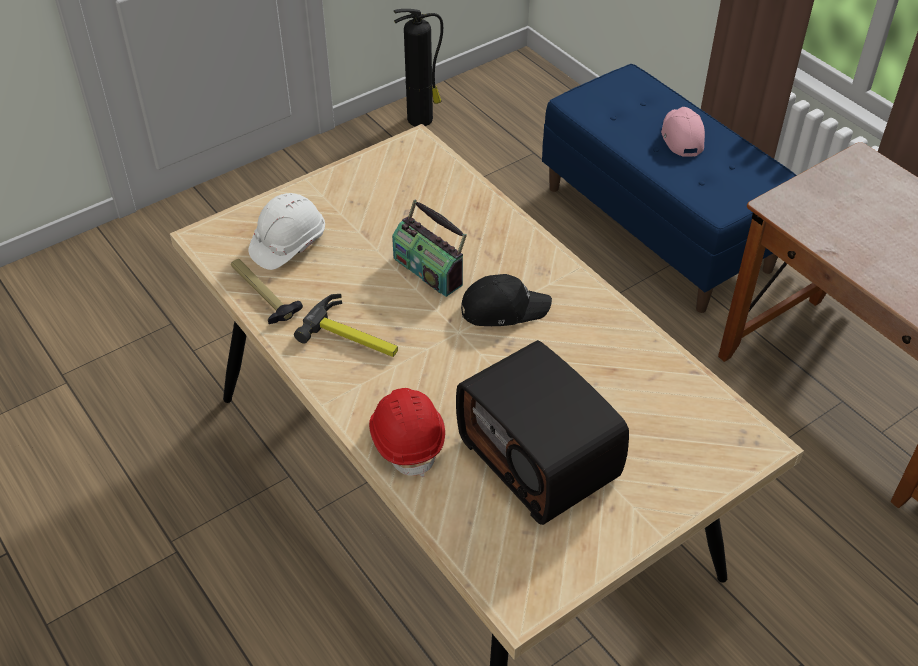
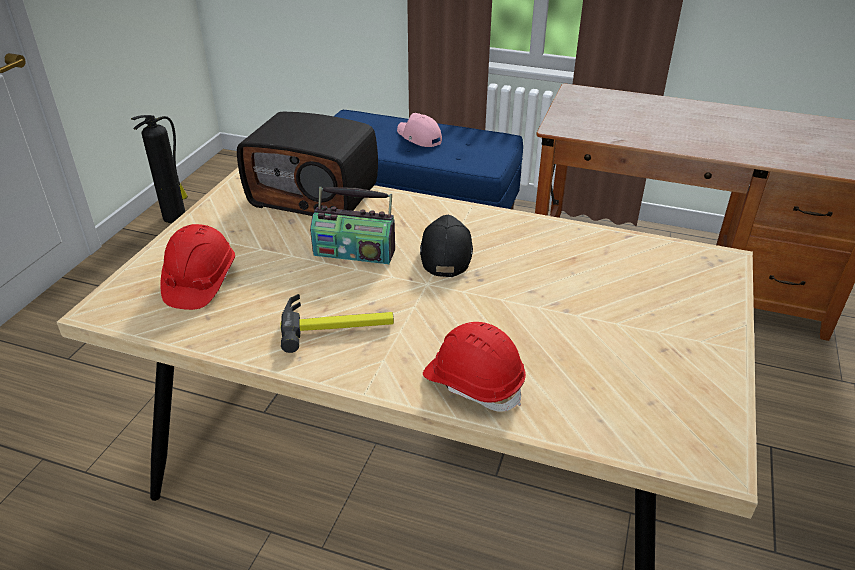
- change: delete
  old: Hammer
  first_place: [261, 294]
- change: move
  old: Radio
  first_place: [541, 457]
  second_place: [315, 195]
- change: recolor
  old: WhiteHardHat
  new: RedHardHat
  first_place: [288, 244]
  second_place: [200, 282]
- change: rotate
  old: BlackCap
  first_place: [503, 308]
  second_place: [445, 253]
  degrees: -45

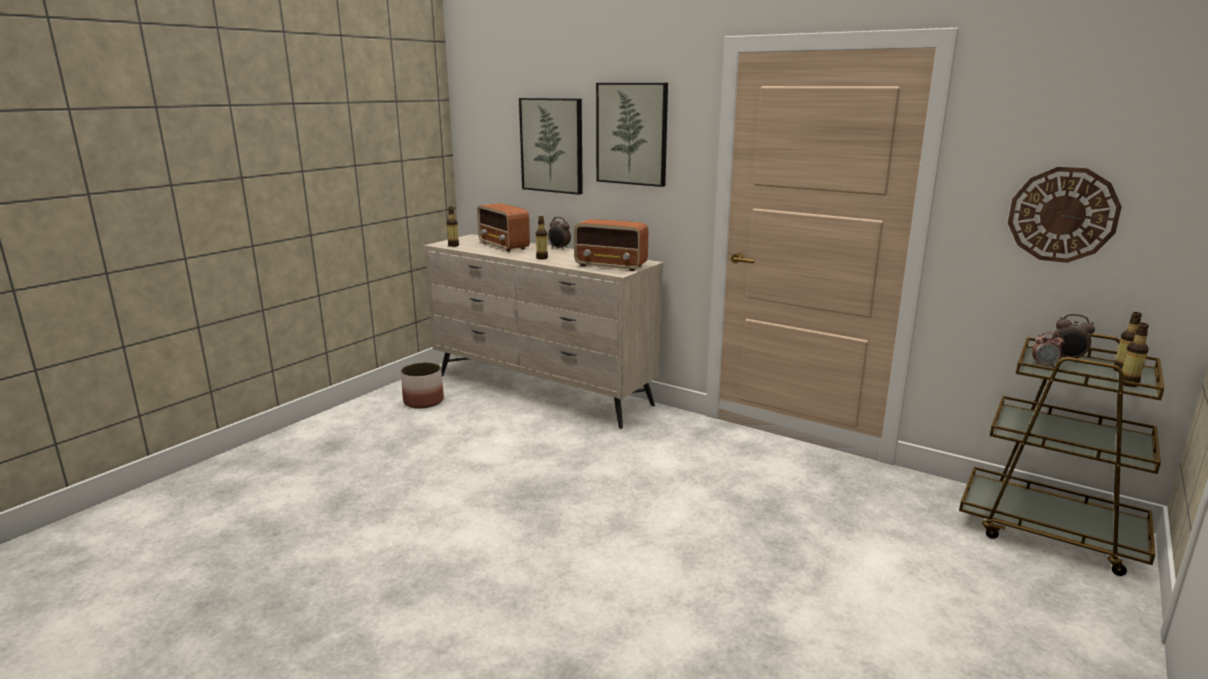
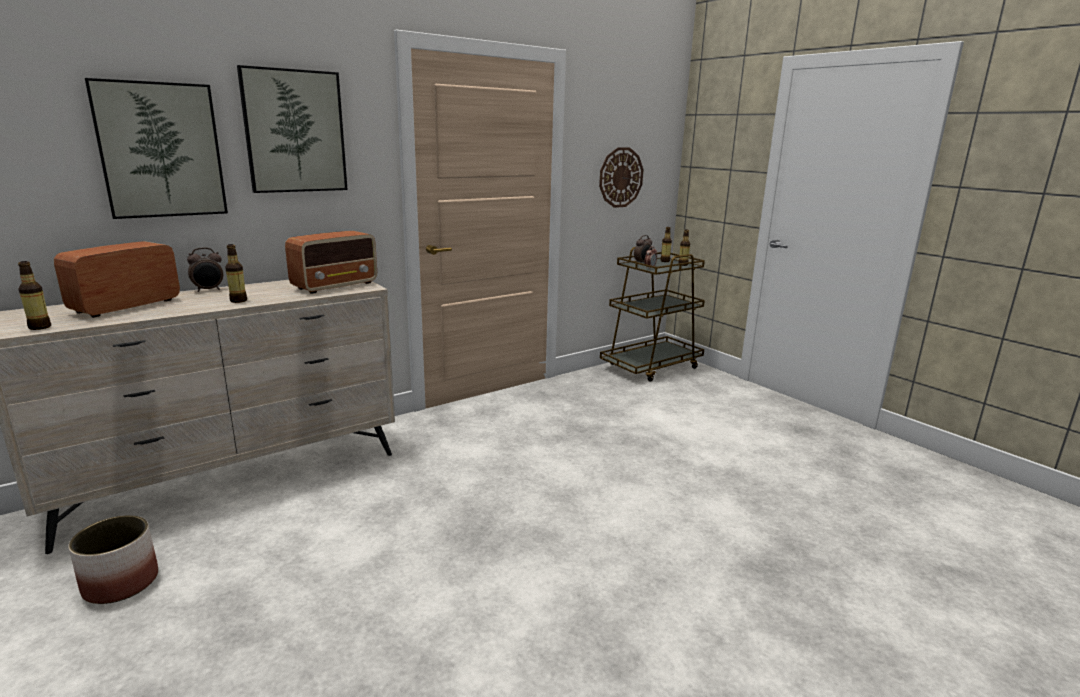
- change: rotate
  old: Radio
  first_place: [504, 246]
  second_place: [125, 306]
  degrees: 135

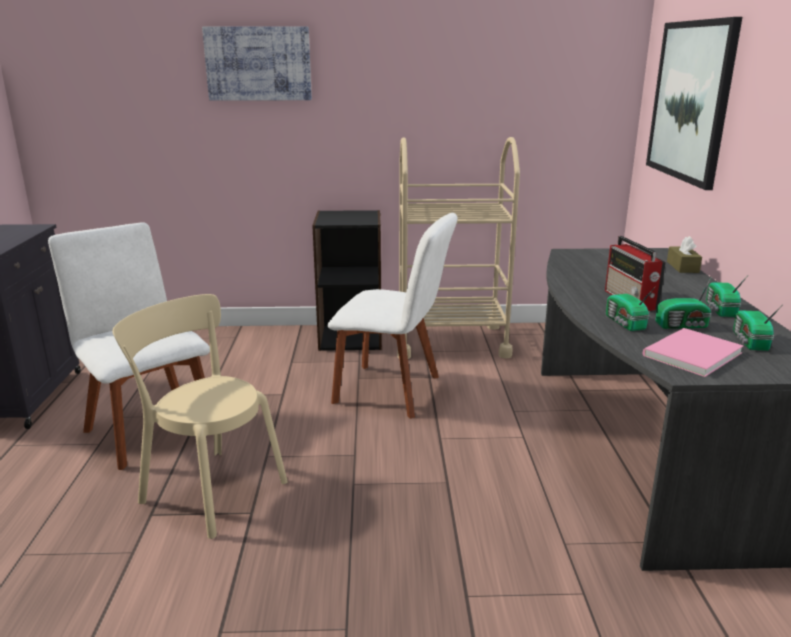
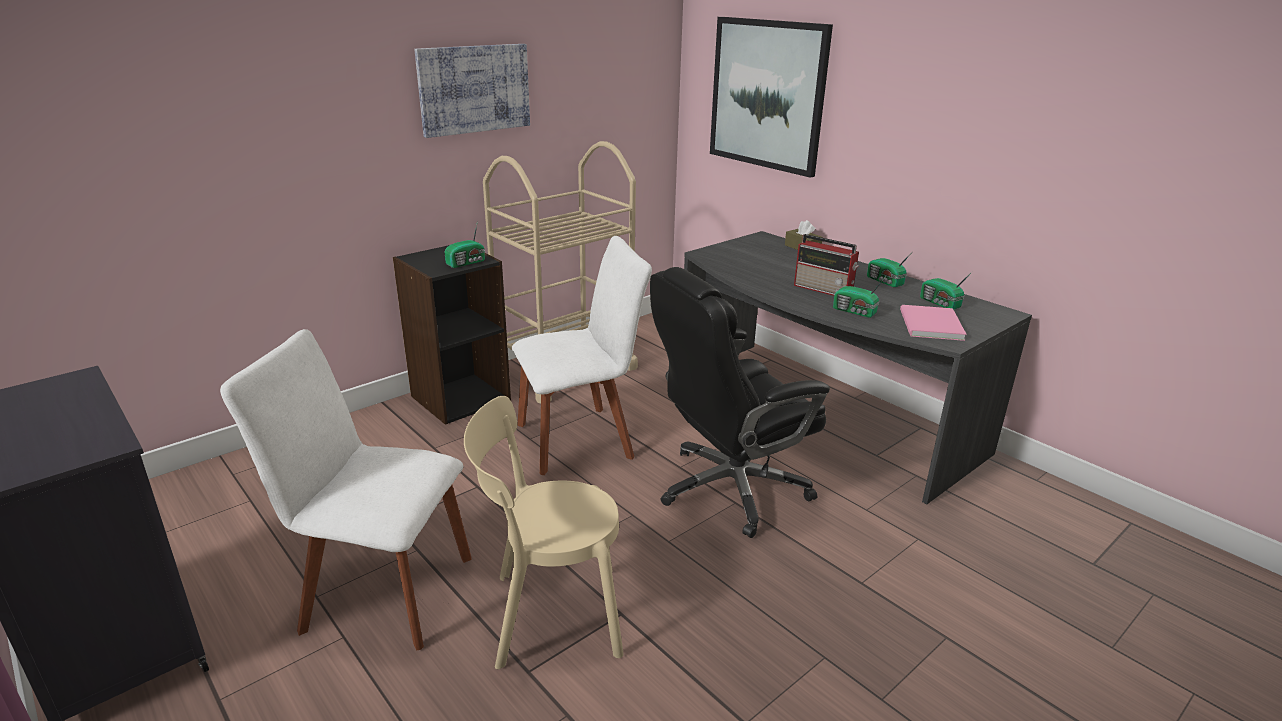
- change: insert
  new: BlackOfficeChair
  second_place: [730, 488]
- change: move
  old: Picture
  first_place: [258, 64]
  second_place: [474, 89]
- change: move
  old: Radio
  first_place: [683, 326]
  second_place: [467, 263]

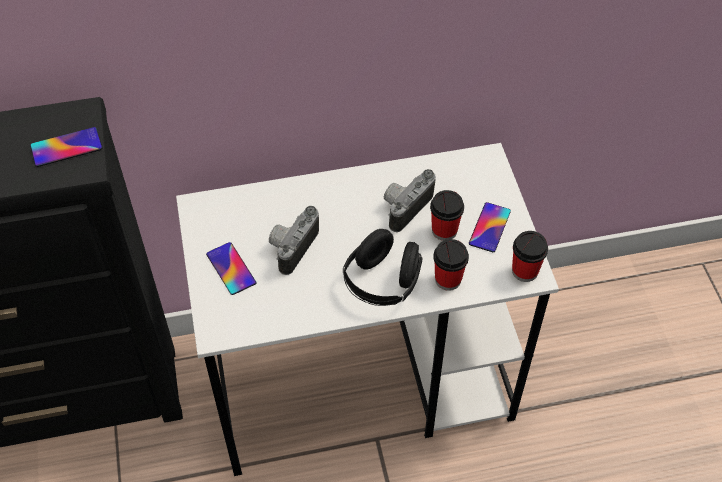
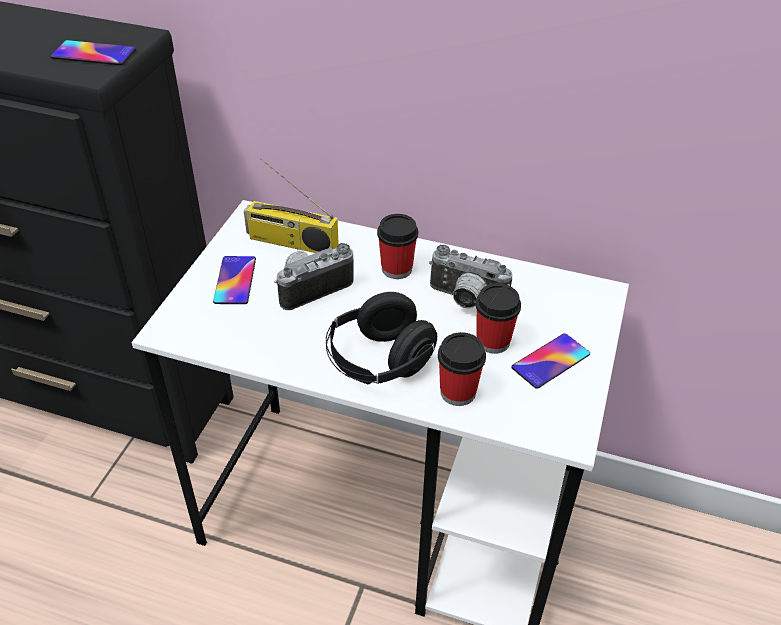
- change: insert
  new: Radio
  second_place: [291, 243]
- change: move
  old: Cup
  first_place: [525, 271]
  second_place: [396, 269]
- change: rotate
  old: PhotoCamera
  first_place: [404, 207]
  second_place: [465, 300]
  degrees: -135

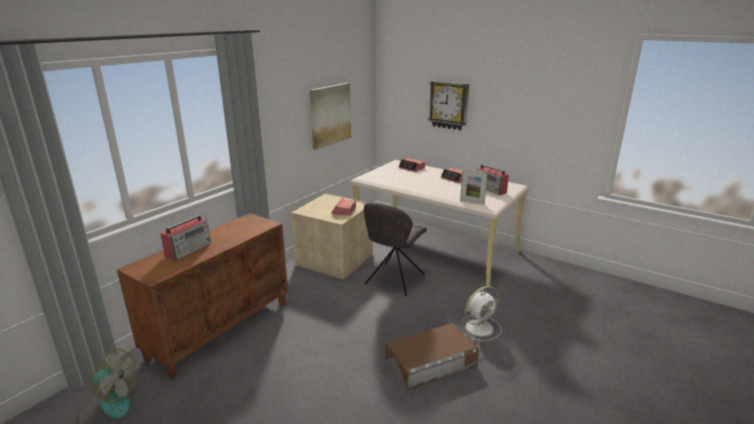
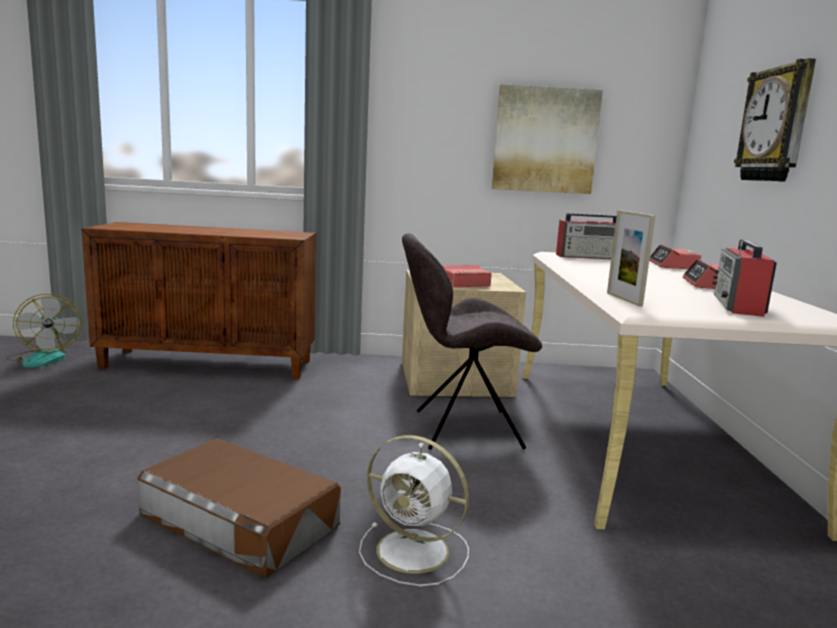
- change: move
  old: Radio
  first_place: [189, 250]
  second_place: [588, 257]

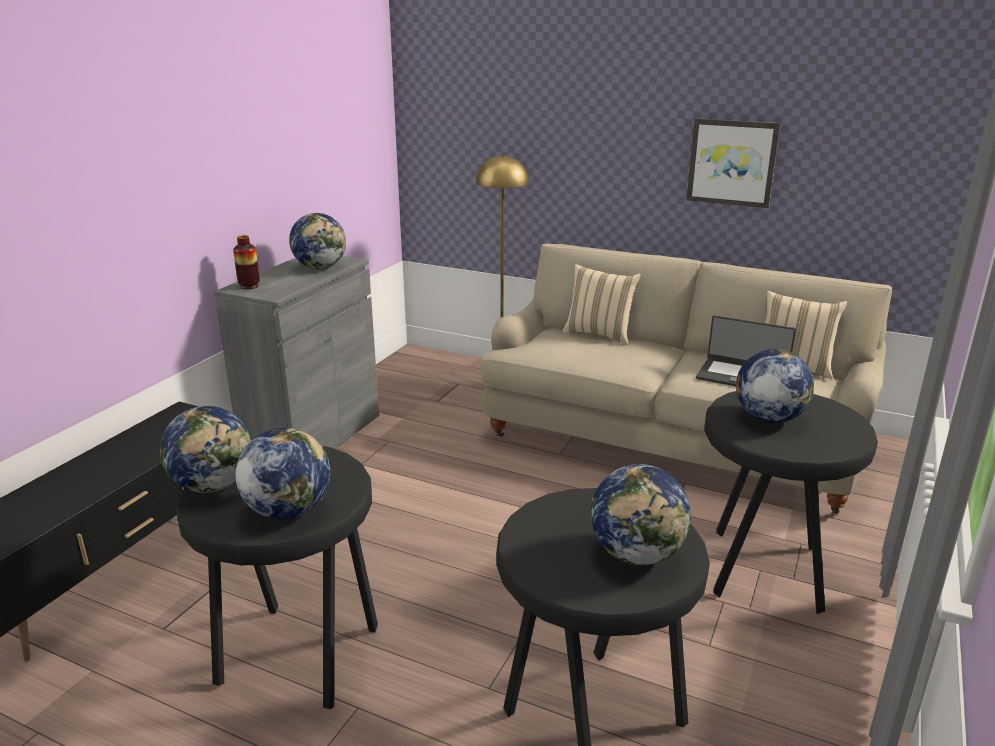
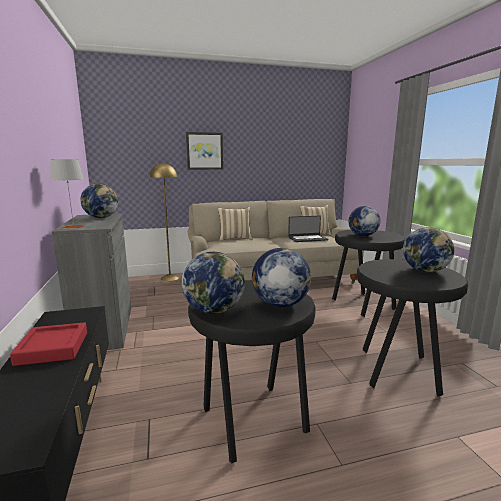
- change: insert
  new: RedTray
  second_place: [53, 348]
- change: move
  old: Picture
  first_place: [732, 162]
  second_place: [204, 151]
- change: replace
  old: Vase
  new: GreyTableLamp
  first_place: [249, 286]
  second_place: [73, 227]

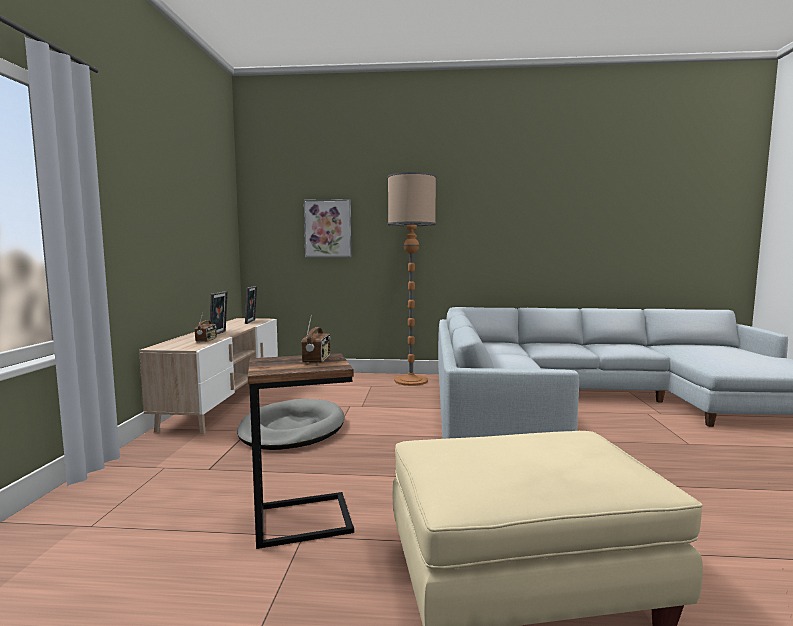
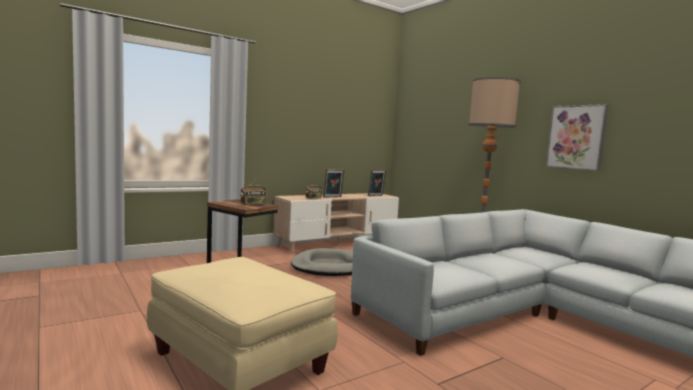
- change: move
  old: Picture
  first_place: [328, 228]
  second_place: [576, 137]

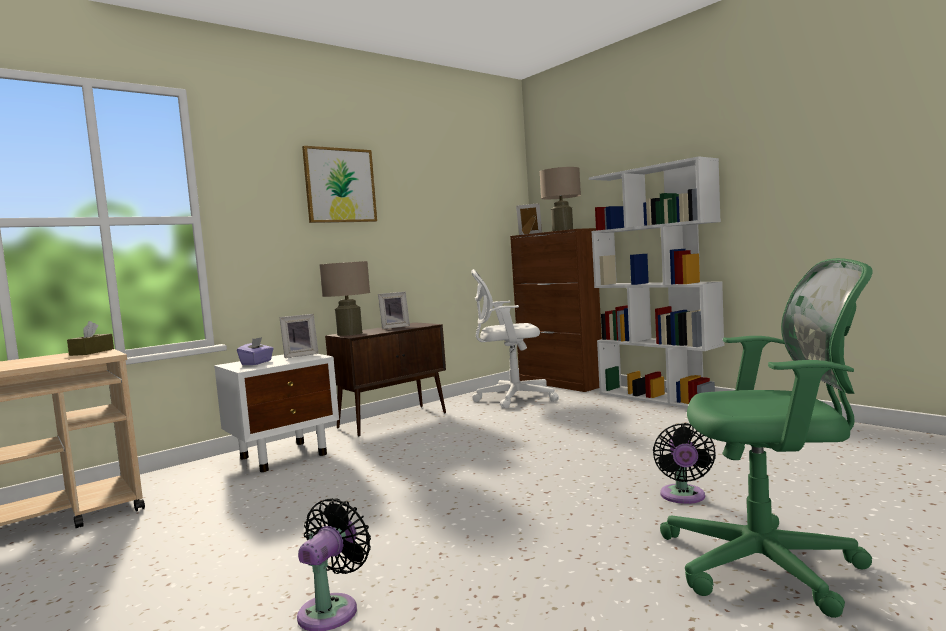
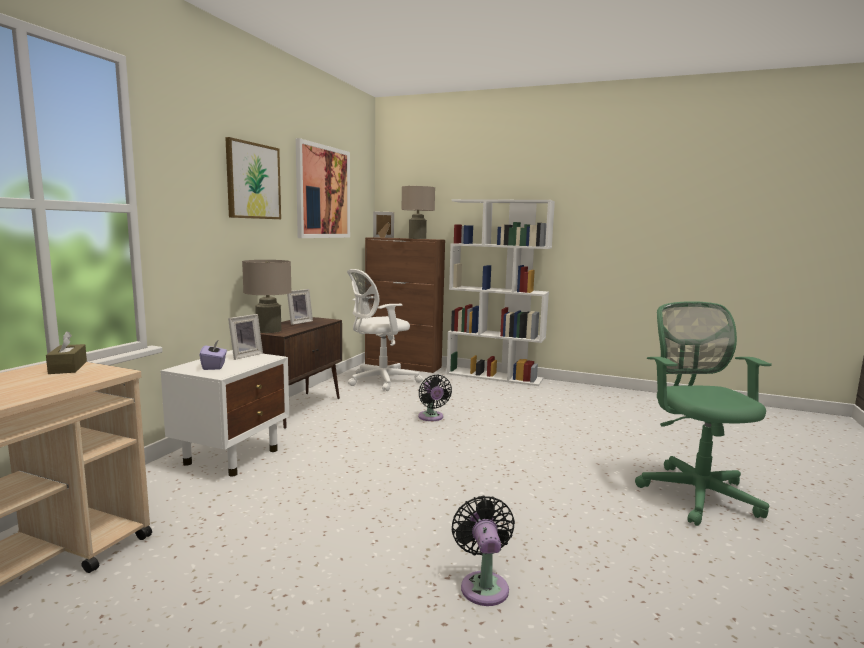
- change: insert
  new: Picture
  second_place: [323, 192]
- change: move
  old: BlackFan
  first_place: [683, 497]
  second_place: [431, 417]
- change: rotate
  old: GreenOfficeChair
  first_place: [770, 565]
  second_place: [695, 492]
  degrees: -75

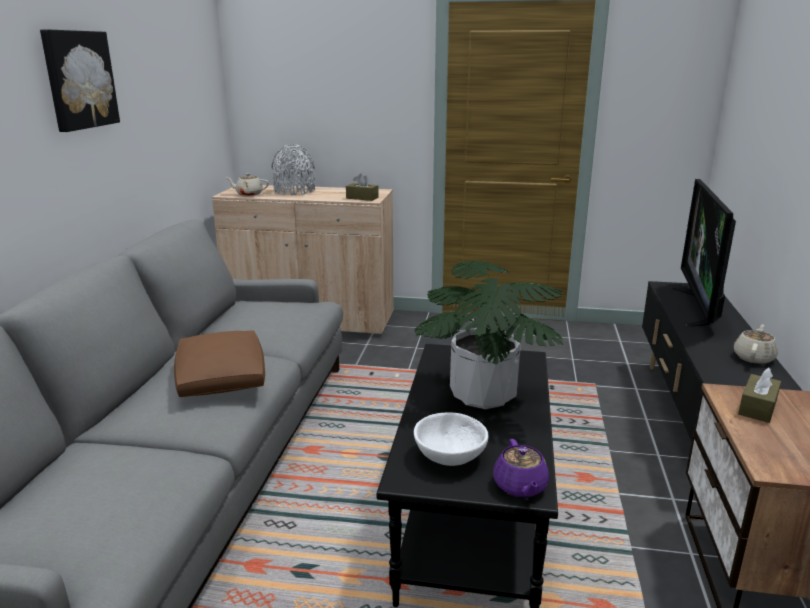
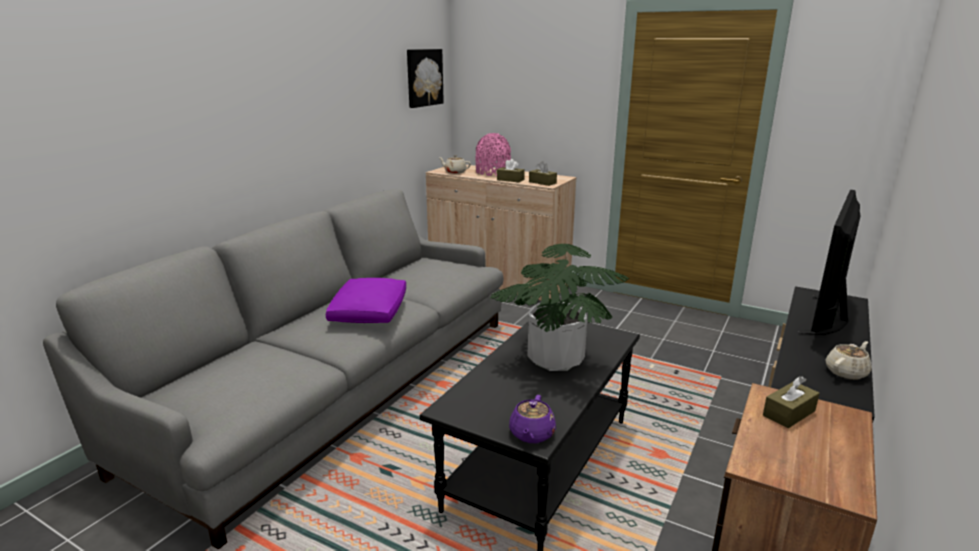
- change: delete
  old: WhiteBowl
  first_place: [451, 456]
- change: insert
  new: BrownTissueBox
  second_place: [510, 180]
- change: move
  old: Picture
  first_place: [78, 80]
  second_place: [423, 77]
- change: recolor
  old: BrownPillow
  new: PurplePillow
  first_place: [221, 377]
  second_place: [369, 312]
- change: recolor
  old: GreyVase
  new: PinkVase
  first_place: [294, 191]
  second_place: [493, 172]

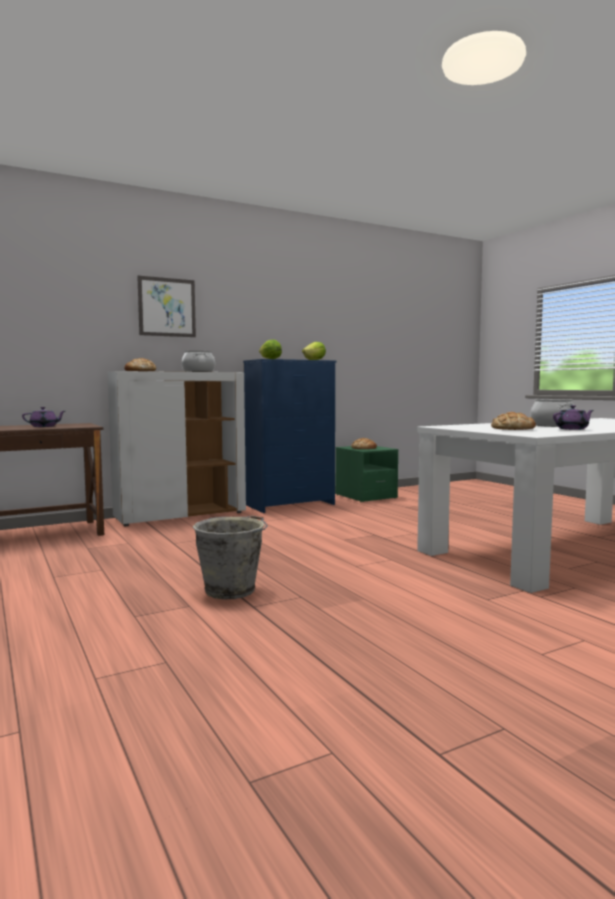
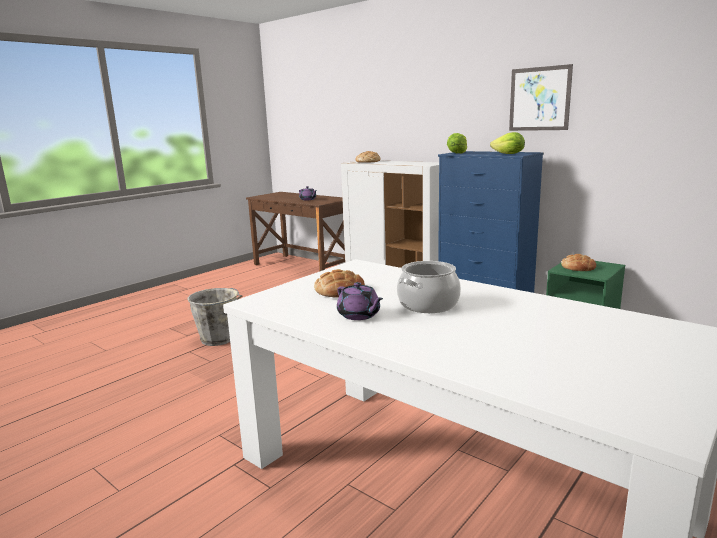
- change: delete
  old: CookingPot
  first_place: [198, 371]
- change: move
  old: Picture
  first_place: [167, 307]
  second_place: [539, 99]

